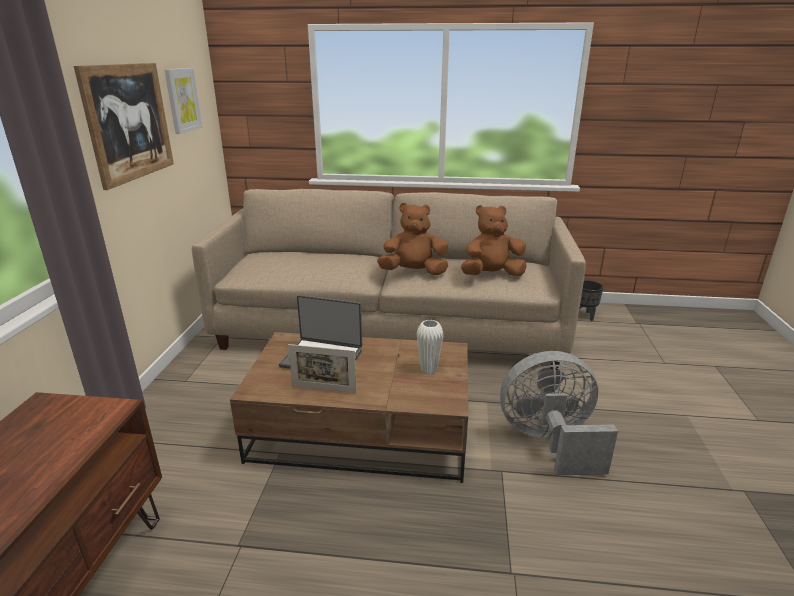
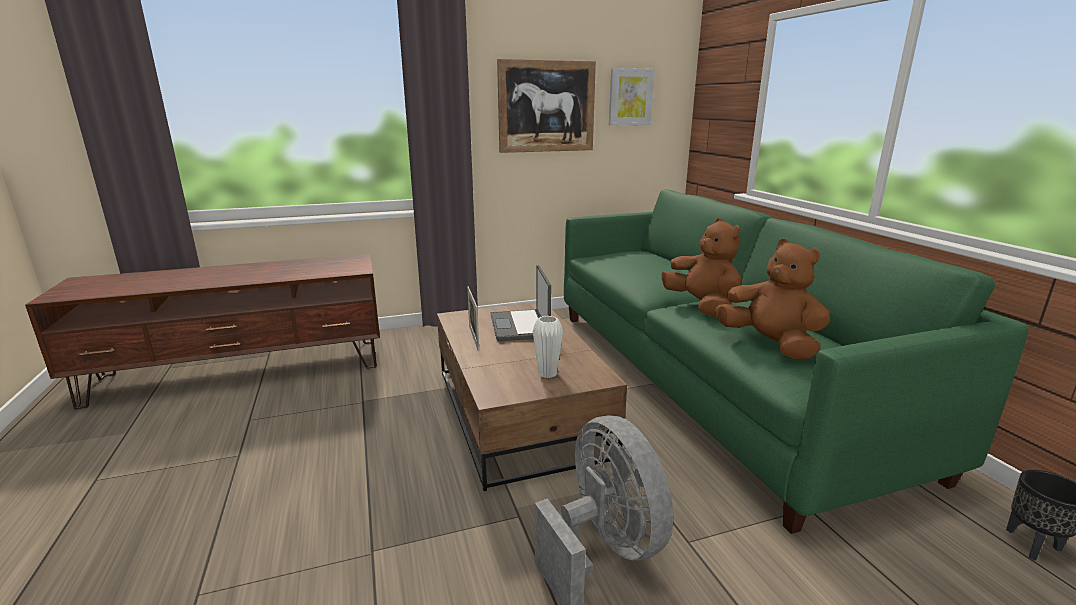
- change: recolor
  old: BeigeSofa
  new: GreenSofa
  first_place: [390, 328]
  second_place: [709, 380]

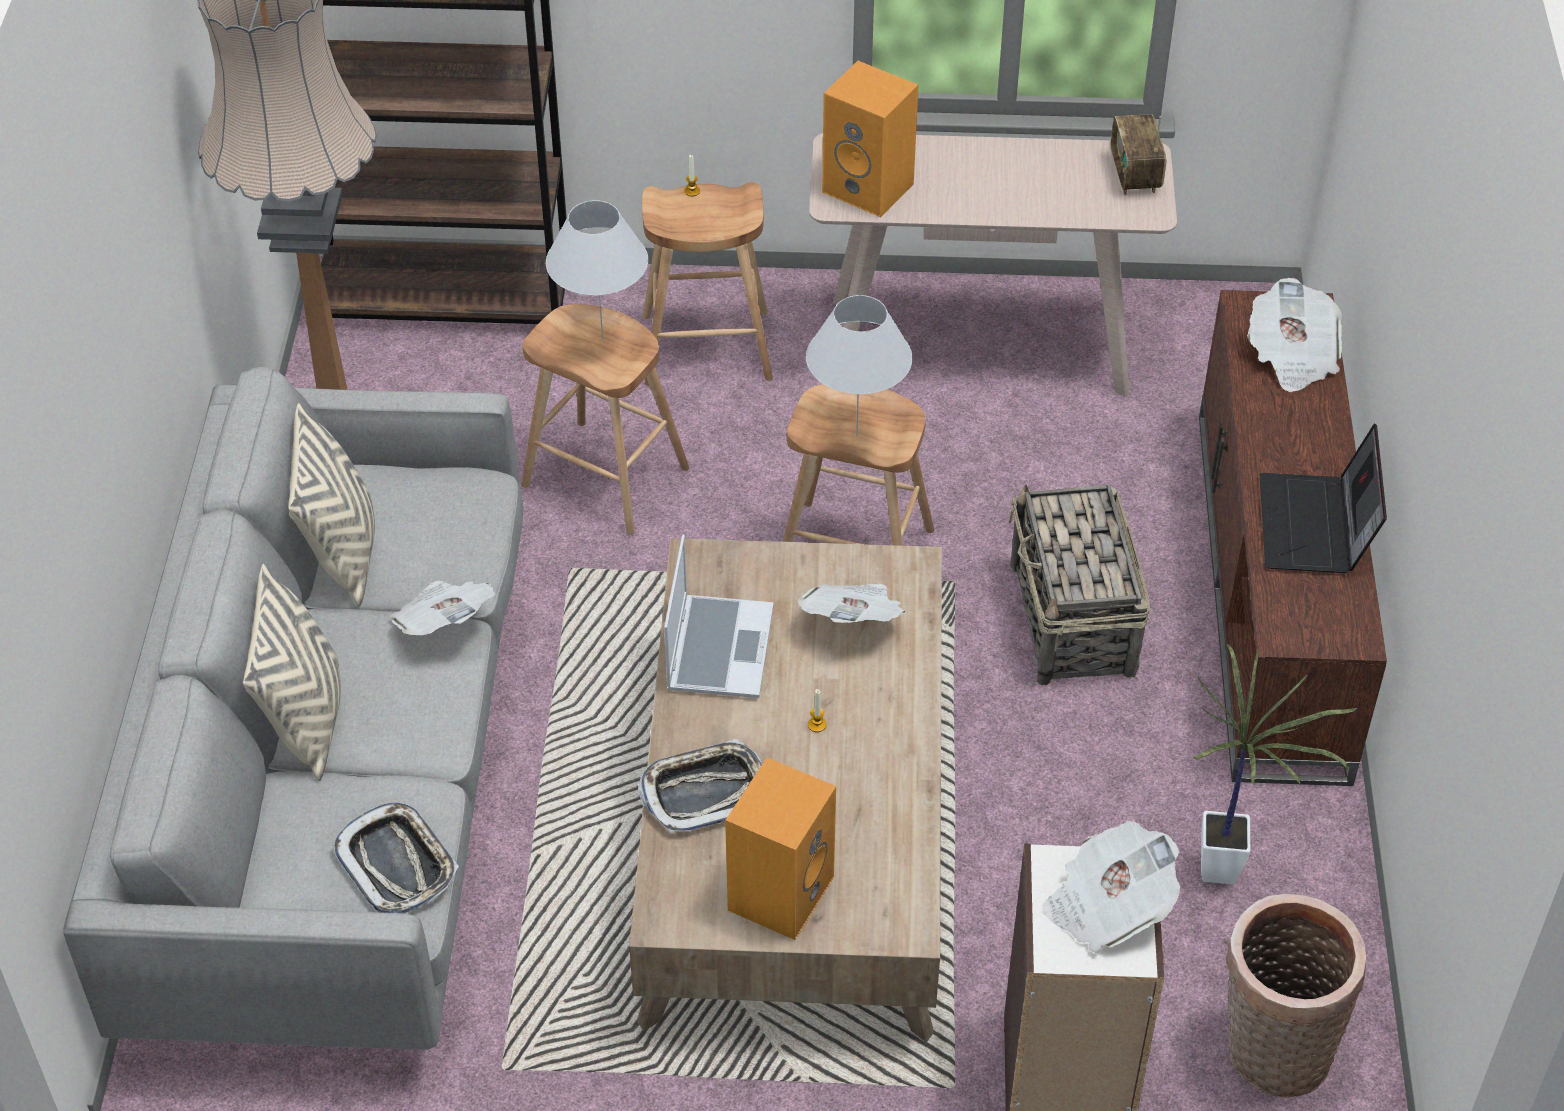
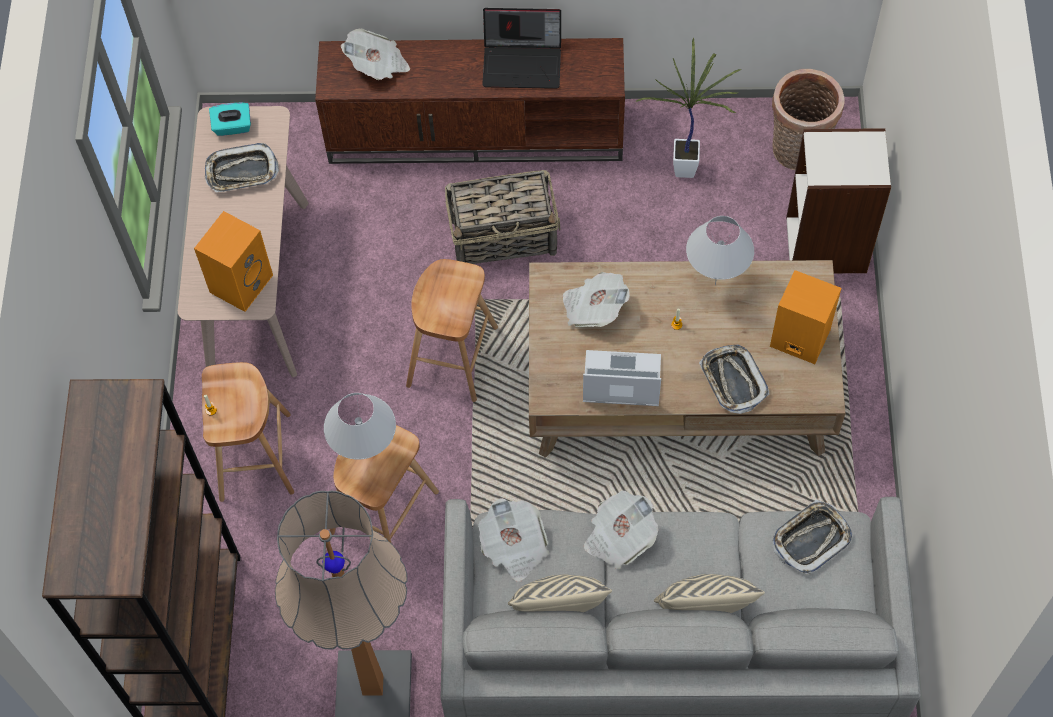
- change: insert
  new: Tray
  second_place: [241, 172]
- change: move
  old: WhiteTableLamp
  first_place: [857, 436]
  second_place: [715, 284]
- change: move
  old: Newspaper
  first_place: [1108, 906]
  second_place: [514, 547]
- change: replace
  old: Radio
  new: TurquoiseTissueBox
  first_place: [1135, 175]
  second_place: [232, 127]

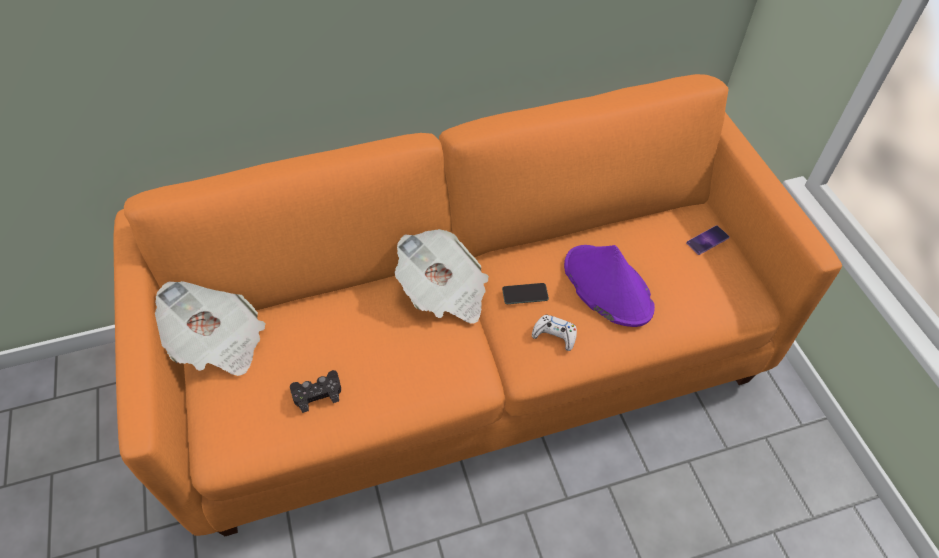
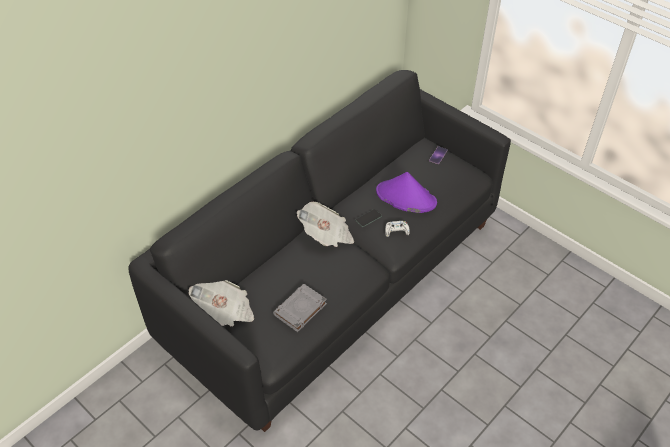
- change: replace
  old: BlackGameController
  new: GreyBook
  first_place: [317, 393]
  second_place: [300, 310]
- change: recolor
  old: OrangeSofa
  new: BlackSofa
  first_place: [470, 359]
  second_place: [335, 280]

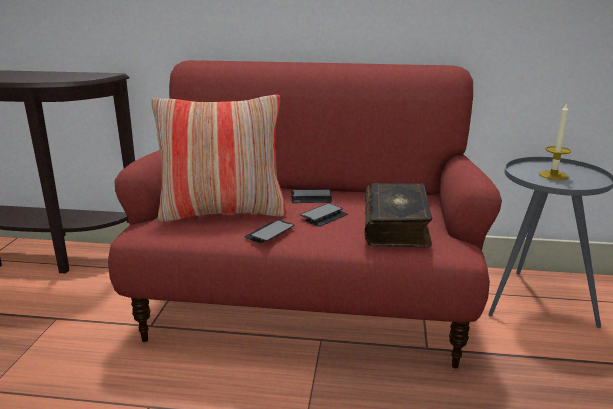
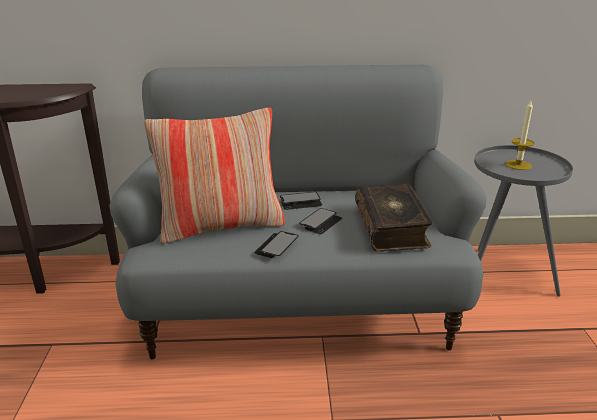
- change: recolor
  old: RedSofa
  new: GreySofa
  first_place: [305, 306]
  second_place: [298, 303]

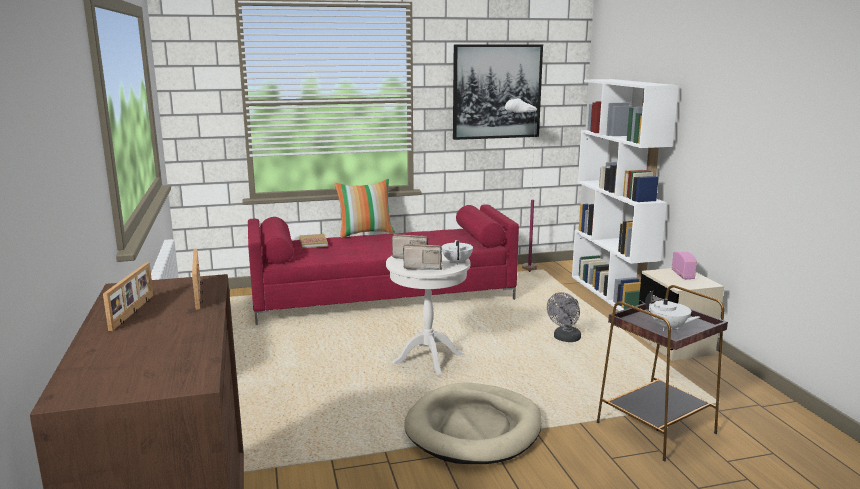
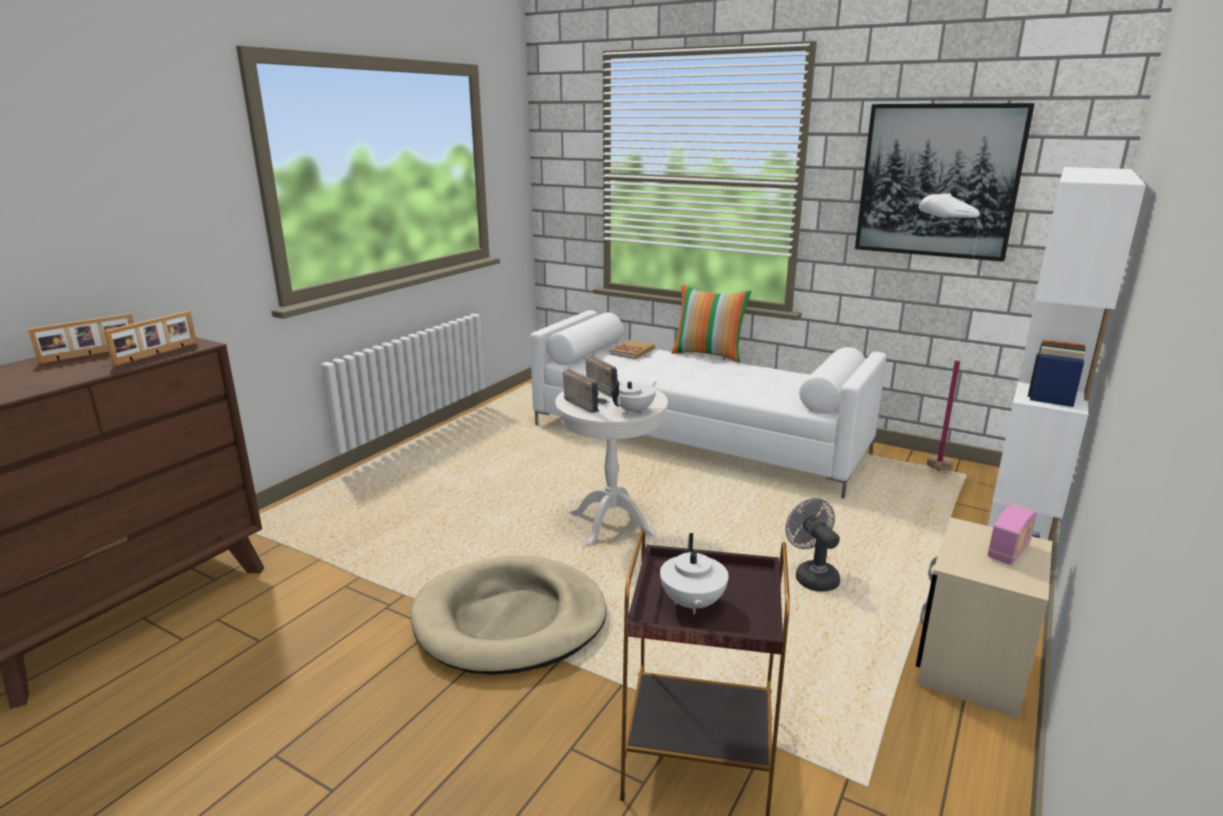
- change: recolor
  old: RedSofa
  new: WhiteSofa
  first_place: [384, 297]
  second_place: [697, 439]
- change: rotate
  old: GreyFan
  first_place: [565, 339]
  second_place: [812, 576]
  degrees: 75

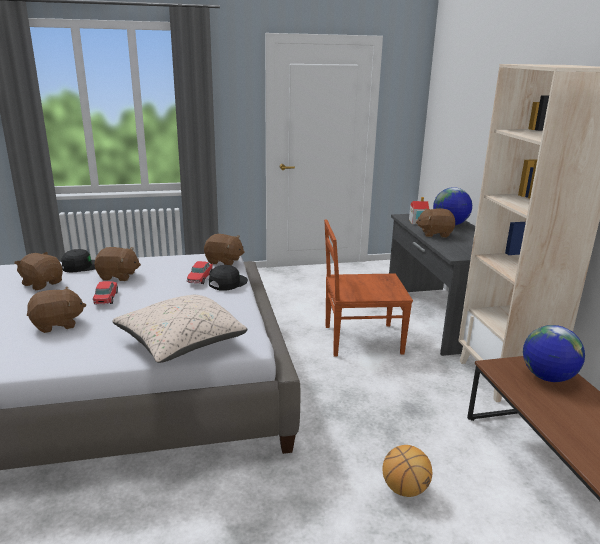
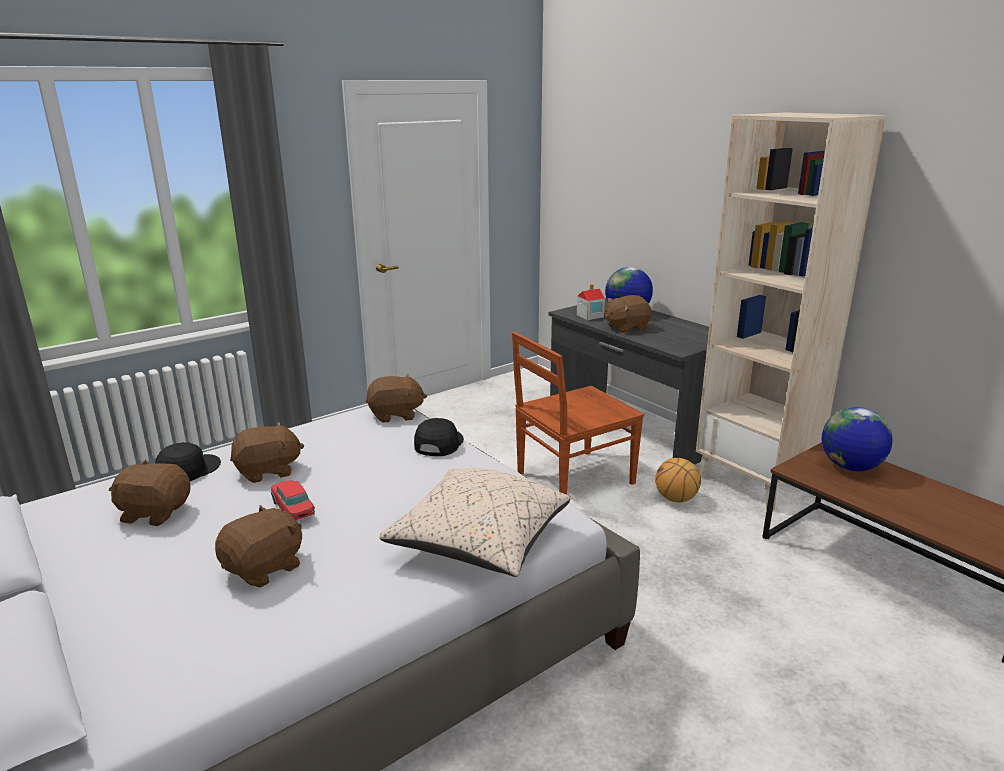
- change: delete
  old: ToyCar
  first_place: [200, 278]
- change: move
  old: Basketball
  first_place: [404, 489]
  second_place: [676, 499]

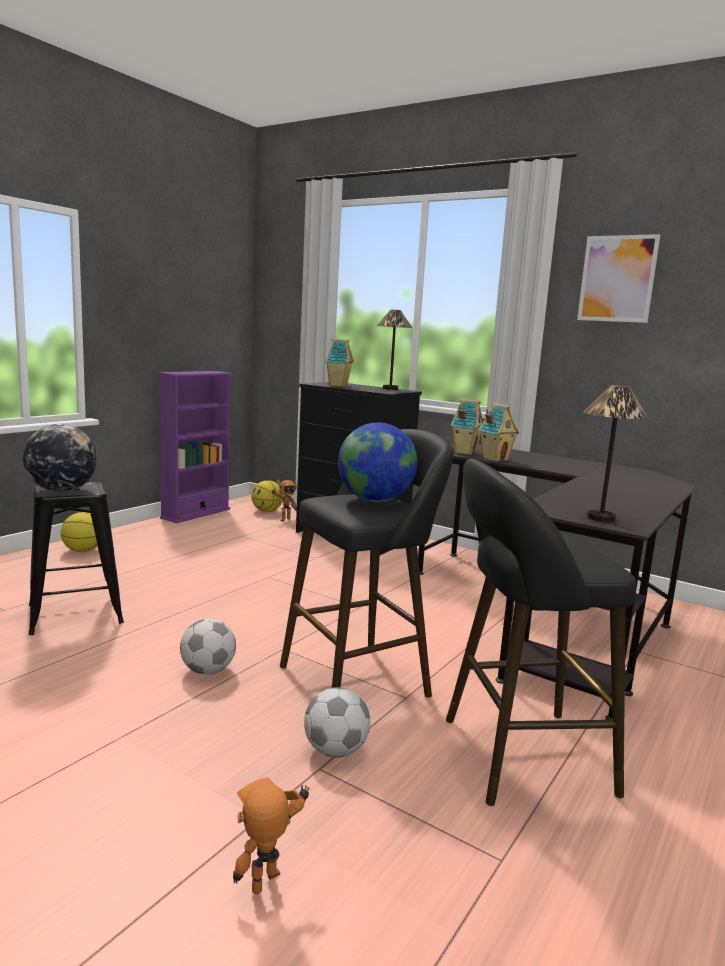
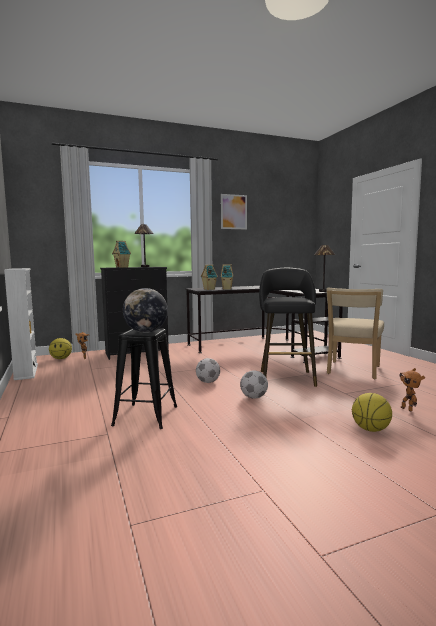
- change: delete
  old: Globe
  first_place: [375, 500]
- change: move
  old: Basketball
  first_place: [83, 551]
  second_place: [370, 429]
- change: move
  old: Football
  first_place: [335, 751]
  second_place: [208, 382]
- change: replace
  old: BlackStool
  new: BeigeChair
  first_place: [517, 756]
  second_place: [352, 371]
- change: recolor
  old: PurpleBookcase
  new: WhiteBookcase
  first_place: [196, 513]
  second_place: [26, 372]

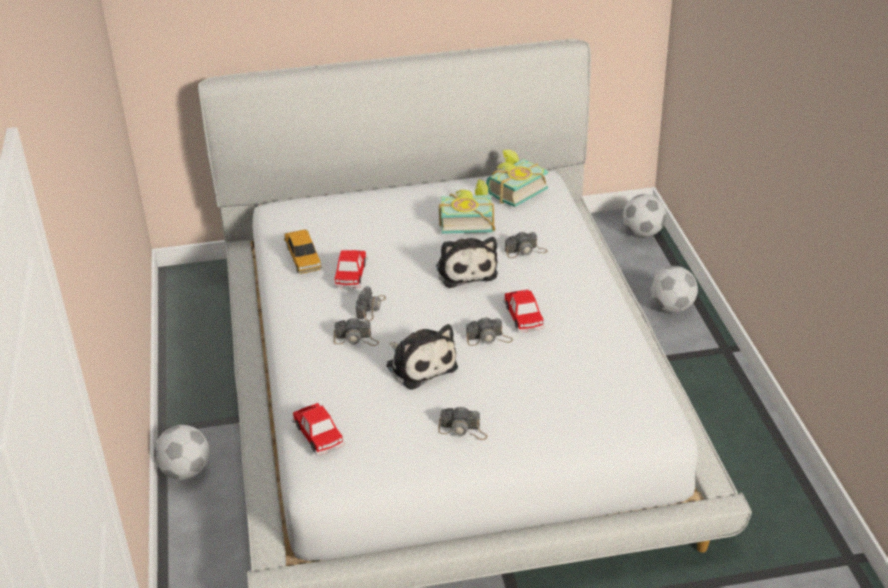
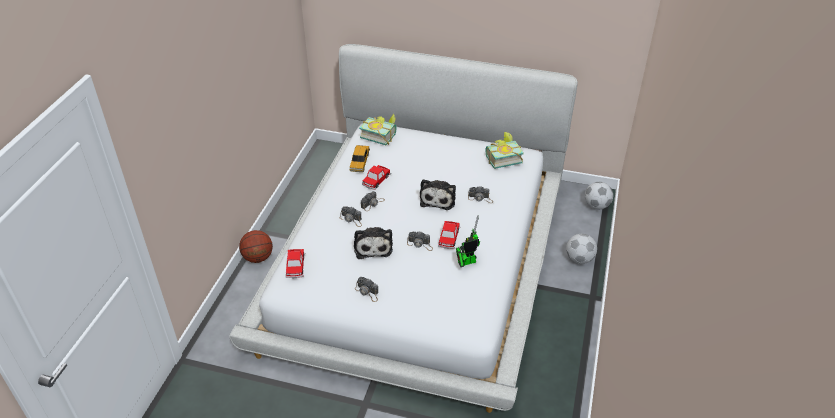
- change: insert
  new: ToyRobot
  second_place: [466, 262]
- change: move
  old: Book
  first_place: [466, 221]
  second_place: [380, 135]
- change: replace
  old: Football
  new: Basketball
  first_place: [186, 470]
  second_place: [258, 258]

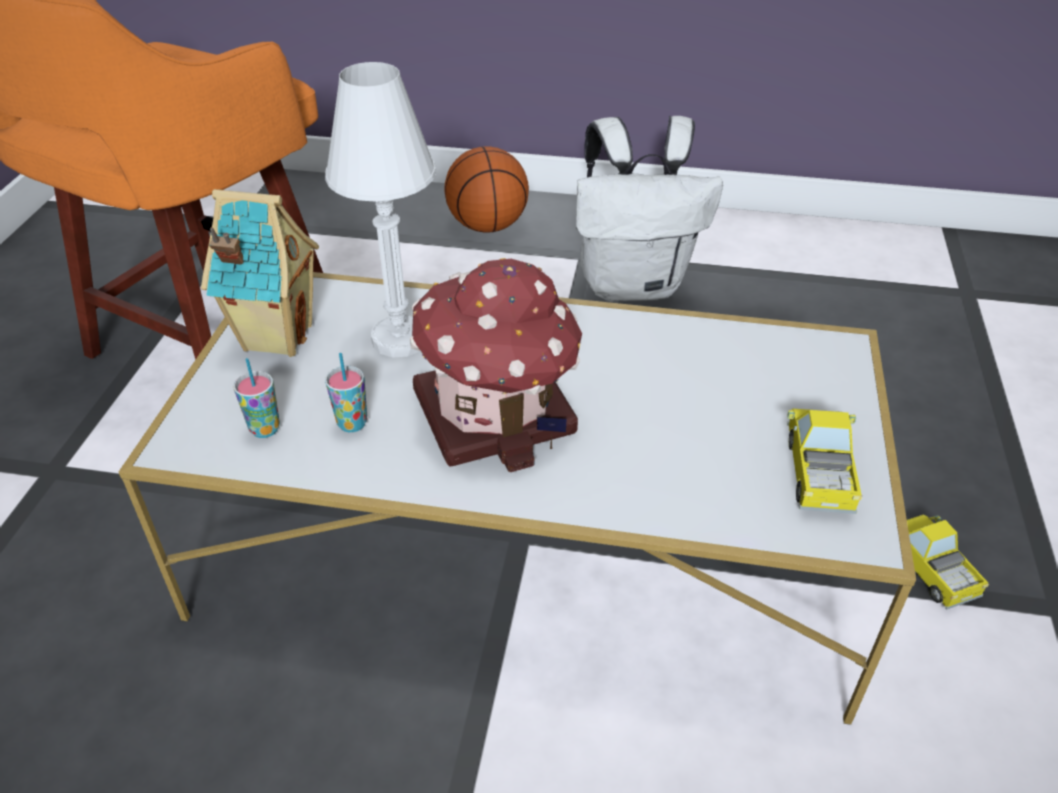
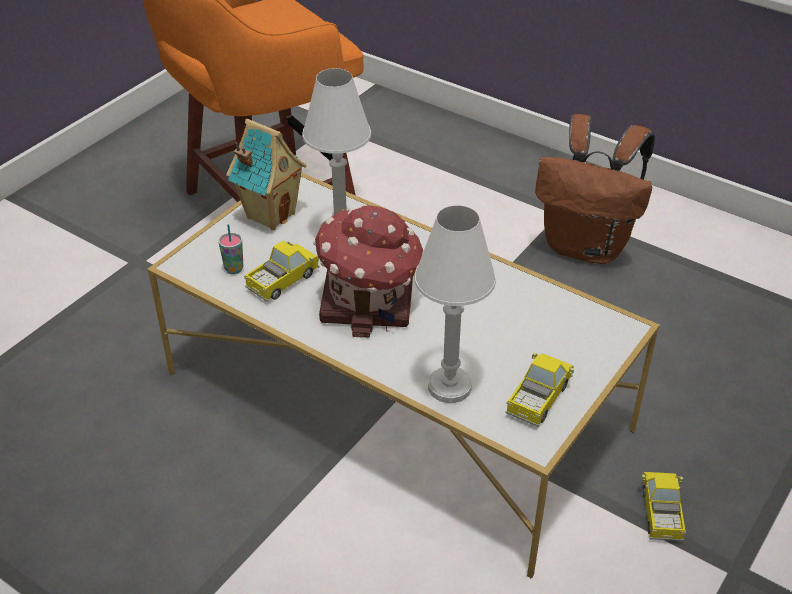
- change: delete
  old: Basketball
  first_place: [487, 226]
- change: insert
  new: WhiteTableLamp
  second_place: [449, 387]
- change: replace
  old: Cup
  new: ToyTruck
  first_place: [352, 424]
  second_place: [283, 281]
- change: recolor
  old: WhiteBackpack
  new: BrownBackpack
  first_place: [634, 284]
  second_place: [587, 246]

